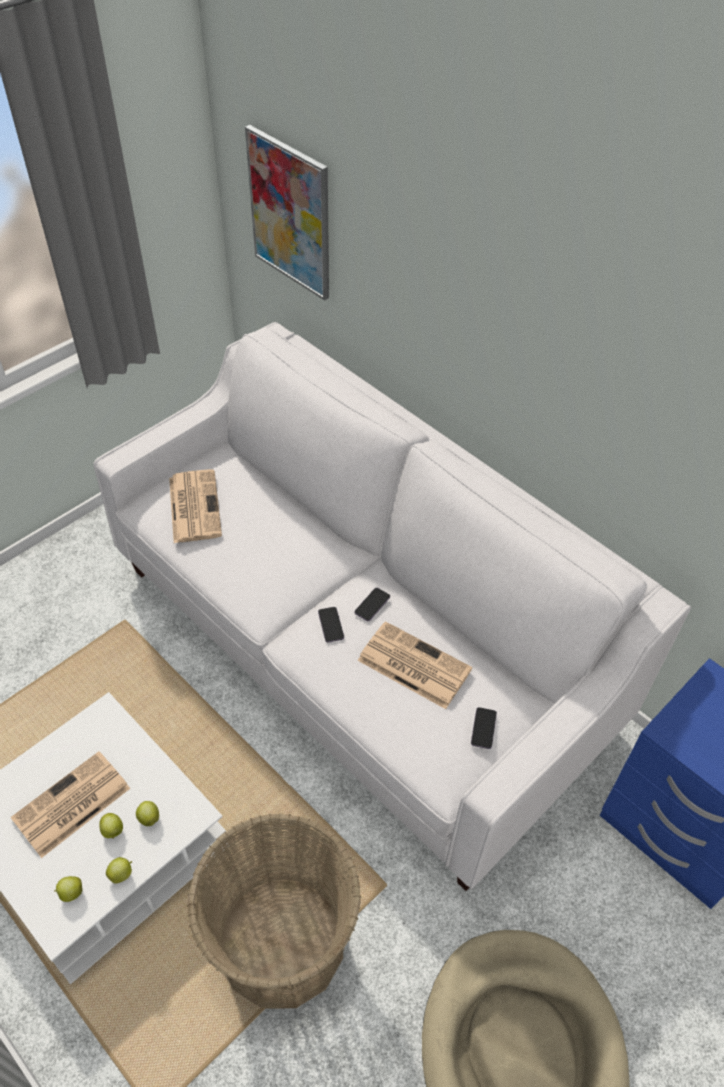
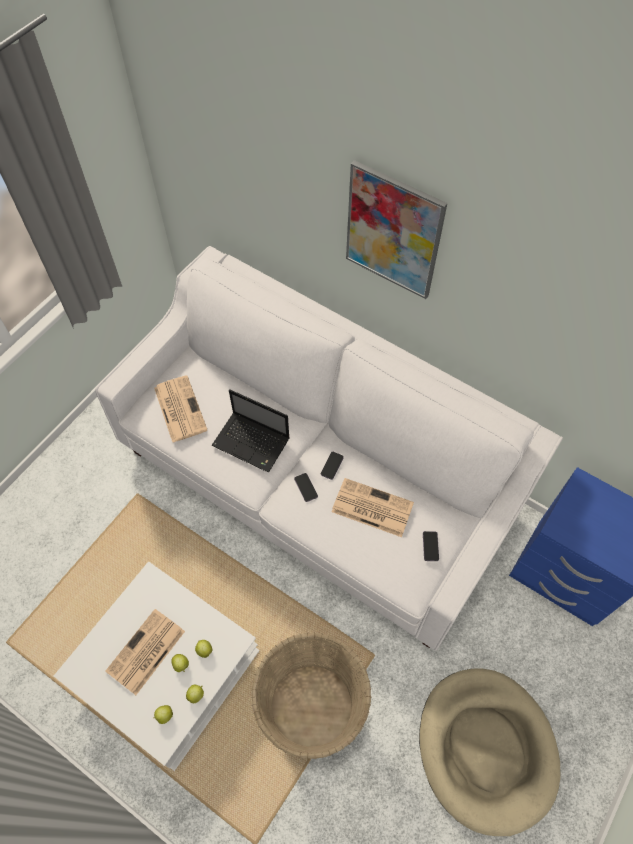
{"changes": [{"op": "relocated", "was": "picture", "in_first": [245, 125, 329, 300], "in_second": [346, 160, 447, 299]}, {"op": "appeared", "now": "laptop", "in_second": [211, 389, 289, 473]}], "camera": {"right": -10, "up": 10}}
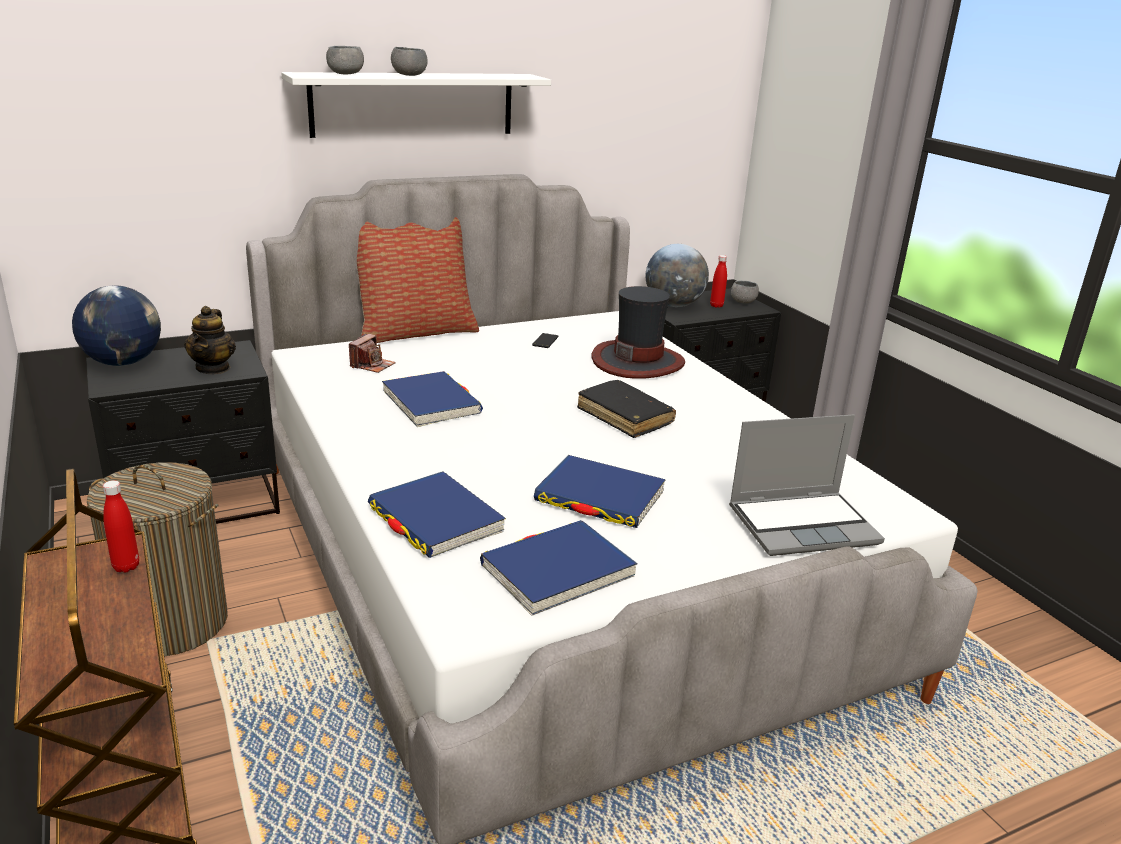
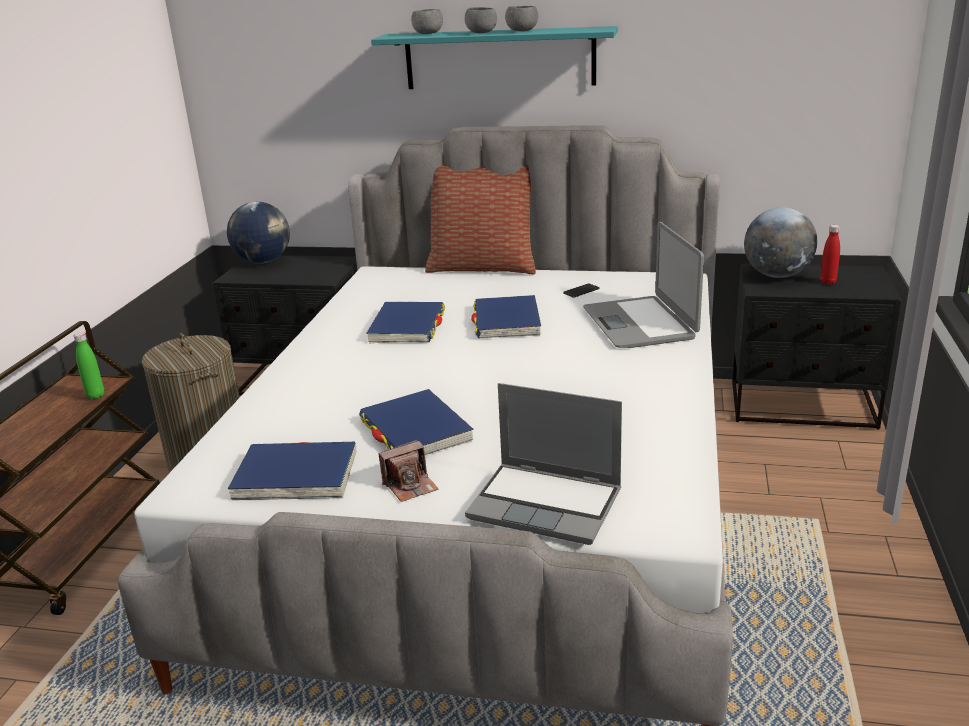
{"changes": [{"op": "colour", "was": "white shelf", "now": "turquoise shelf", "in_first": [281, 72, 551, 138], "in_second": [371, 26, 618, 89]}, {"op": "relocated", "was": "grey bowl", "in_first": [731, 281, 759, 304], "in_second": [505, 6, 538, 31]}, {"op": "exchanged", "was": "hat", "now": "laptop", "in_first": [592, 286, 685, 379], "in_second": [583, 222, 704, 348]}, {"op": "missing", "was": "teapot", "in_first": [184, 306, 236, 374]}, {"op": "relocated", "was": "photo camera", "in_first": [349, 334, 396, 373], "in_second": [379, 440, 439, 502]}, {"op": "missing", "was": "black book", "in_first": [577, 380, 676, 438]}, {"op": "relocated", "was": "blue book", "in_first": [368, 471, 506, 558], "in_second": [471, 295, 541, 338]}, {"op": "colour", "was": "red bottle", "now": "green bottle", "in_first": [103, 481, 139, 573], "in_second": [74, 332, 104, 399]}], "camera": {"right": 40, "up": 0}}
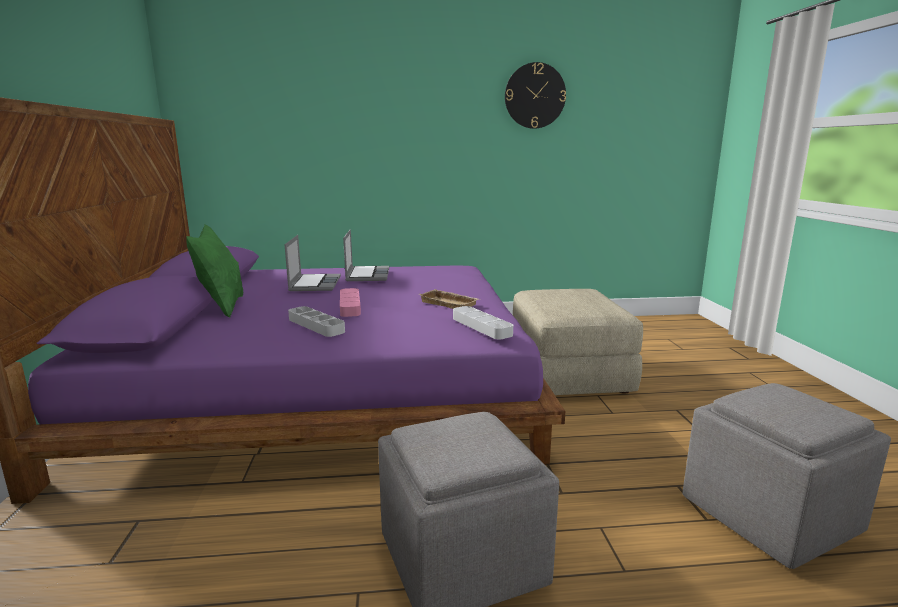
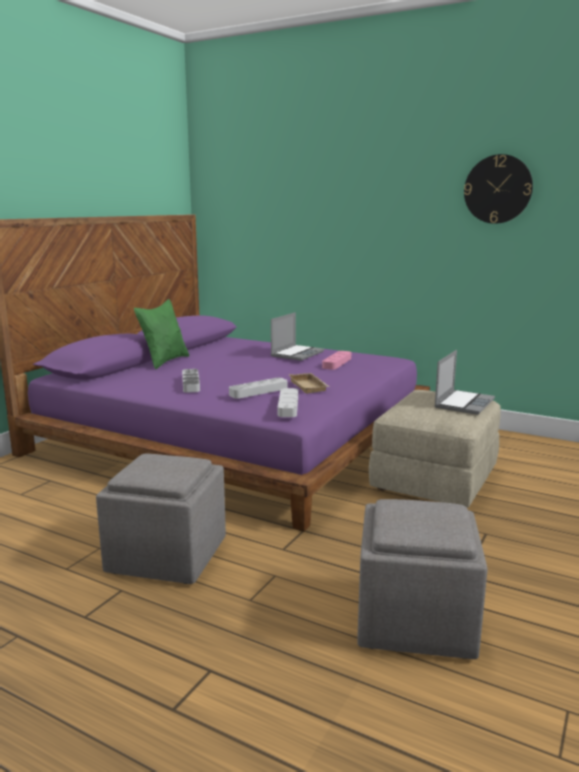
{"changes": [{"op": "relocated", "was": "laptop", "in_first": [285, 235, 341, 291], "in_second": [434, 350, 495, 415]}, {"op": "relocated", "was": "pink tray", "in_first": [340, 288, 361, 317], "in_second": [322, 351, 351, 370]}, {"op": "appeared", "now": "grey tray", "in_second": [229, 378, 287, 399]}], "camera": {"right": 35, "up": 0}}
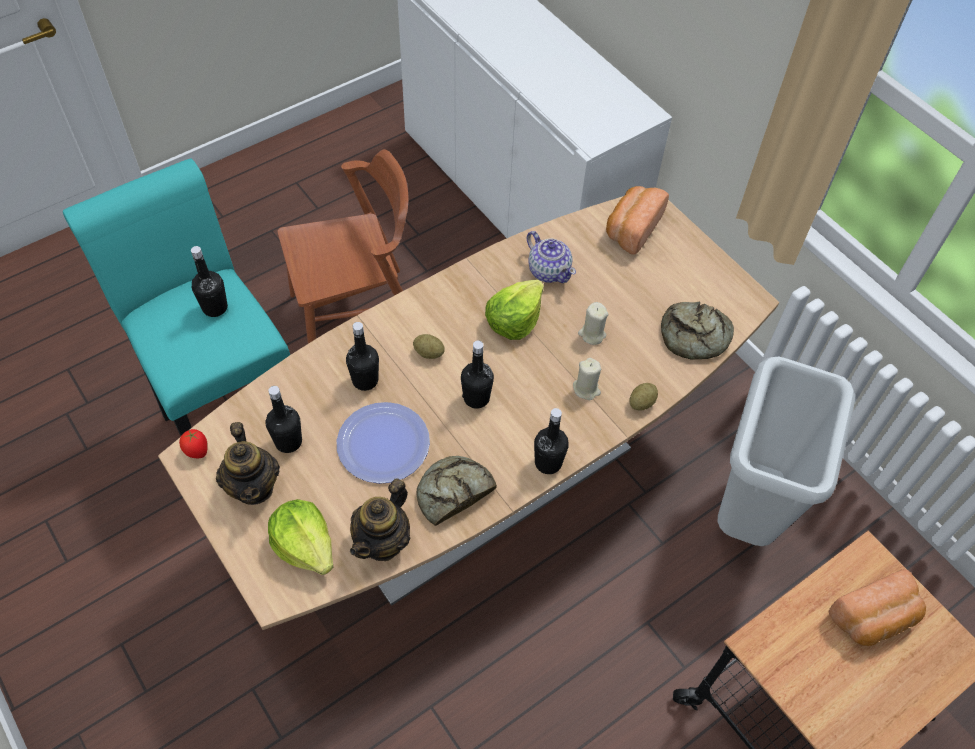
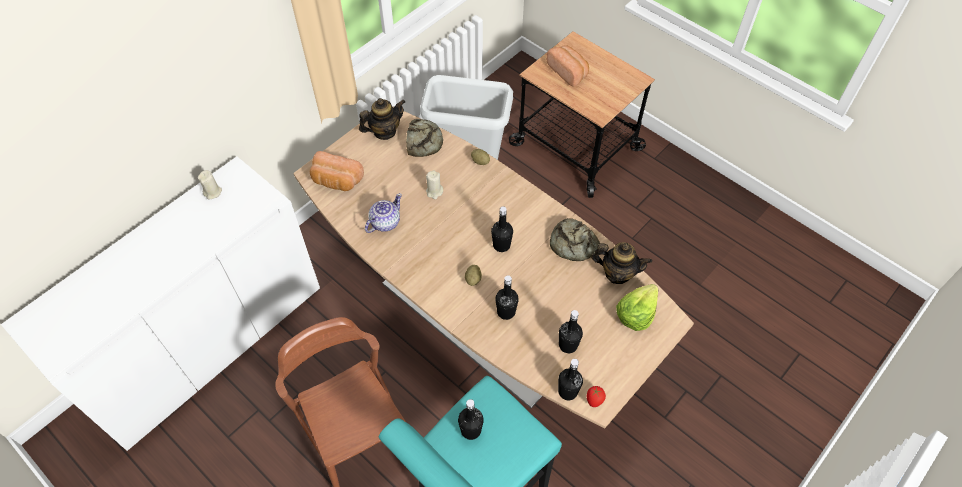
{"changes": [{"op": "missing", "was": "lettuce", "in_first": [485, 280, 544, 340]}, {"op": "relocated", "was": "beige candle", "in_first": [573, 358, 601, 400], "in_second": [198, 170, 222, 199]}, {"op": "missing", "was": "plate", "in_first": [337, 402, 430, 484]}, {"op": "relocated", "was": "black bottle", "in_first": [534, 408, 569, 474], "in_second": [558, 359, 583, 400]}, {"op": "relocated", "was": "teapot", "in_first": [216, 422, 280, 505], "in_second": [359, 98, 405, 140]}], "camera": {"right": -100, "up": 0}}
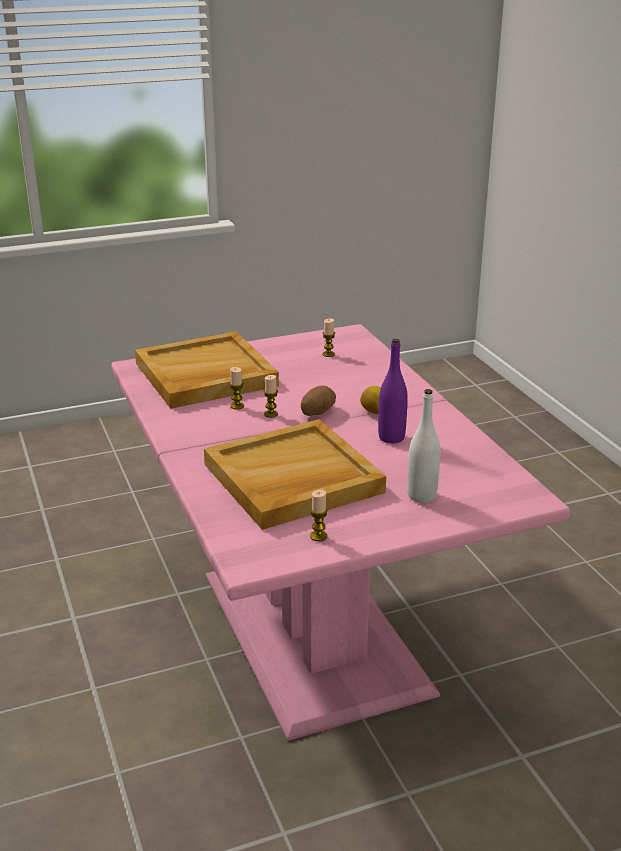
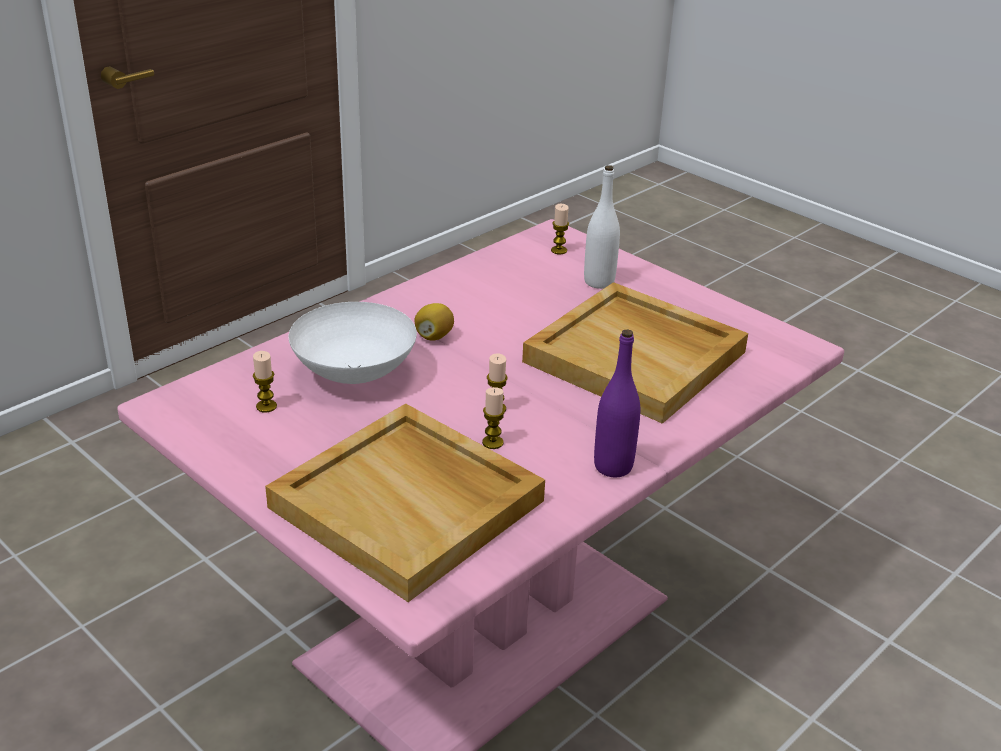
{"changes": [{"op": "relocated", "was": "purple bottle", "in_first": [378, 339, 408, 443], "in_second": [594, 329, 640, 477]}, {"op": "missing", "was": "potato", "in_first": [301, 385, 336, 416]}, {"op": "relocated", "was": "candle", "in_first": [310, 490, 328, 541], "in_second": [551, 204, 569, 254]}, {"op": "appeared", "now": "white bowl", "in_second": [289, 302, 417, 384]}], "camera": {"right": -115, "up": 5}}
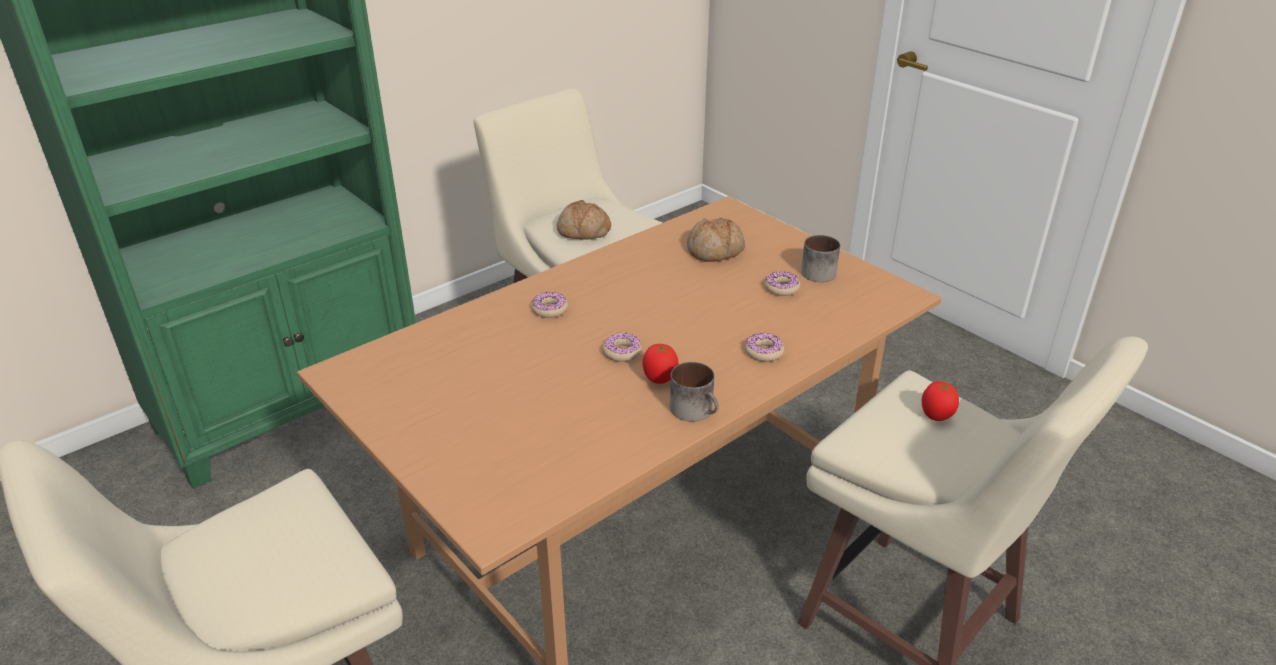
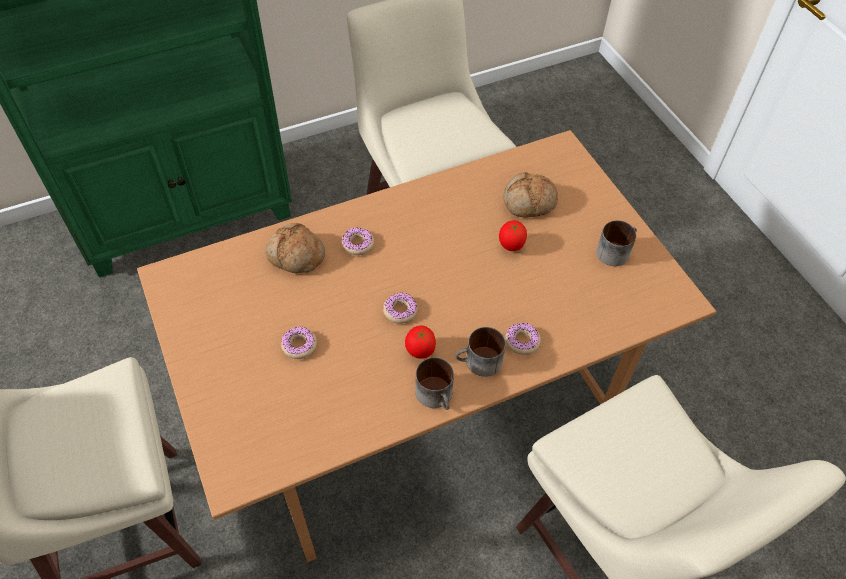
{"changes": [{"op": "relocated", "was": "bread", "in_first": [557, 200, 611, 240], "in_second": [265, 223, 325, 273]}, {"op": "relocated", "was": "donut", "in_first": [765, 271, 800, 296], "in_second": [281, 326, 317, 359]}, {"op": "relocated", "was": "tomato", "in_first": [922, 381, 959, 421], "in_second": [499, 220, 527, 251]}, {"op": "appeared", "now": "mug", "in_second": [455, 327, 506, 377]}], "camera": {"right": 15, "up": 20}}
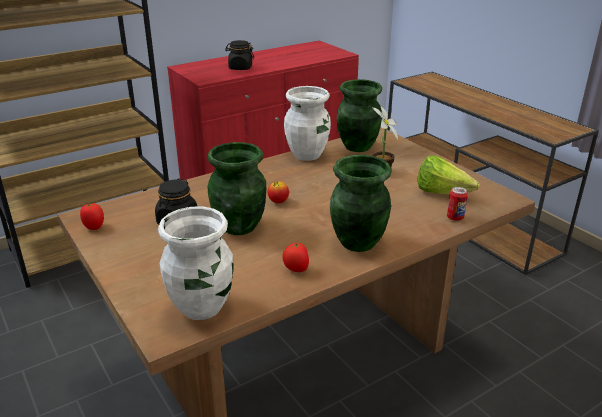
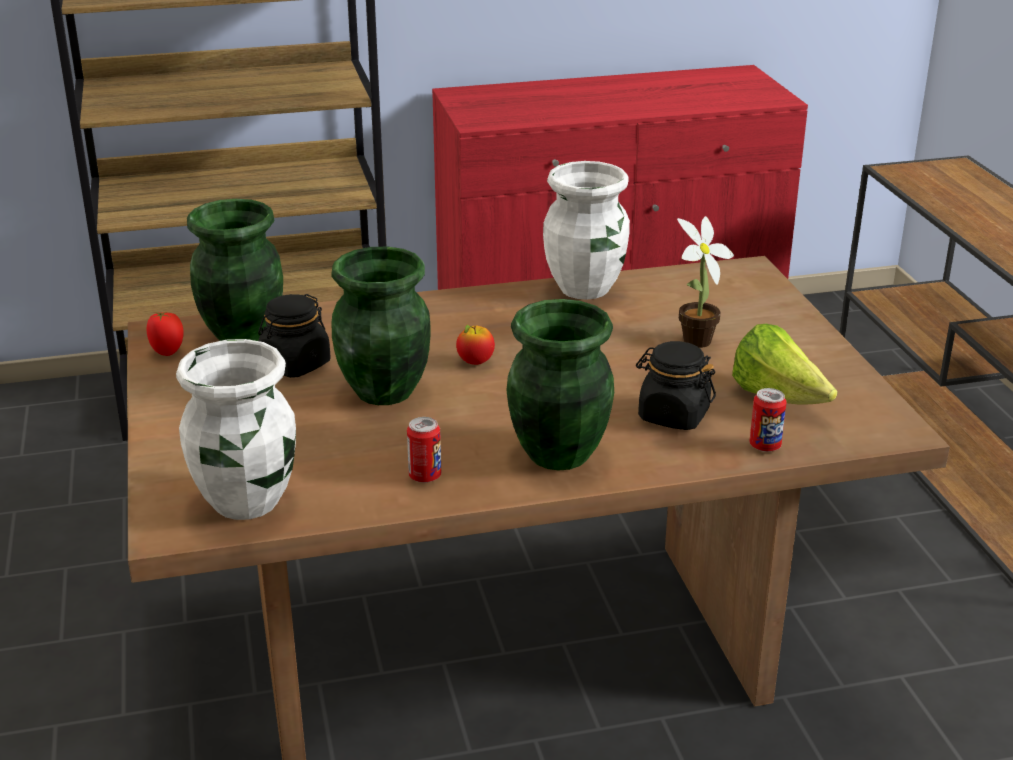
{"changes": [{"op": "relocated", "was": "black jar", "in_first": [225, 40, 254, 70], "in_second": [636, 341, 716, 430]}, {"op": "relocated", "was": "green vase", "in_first": [337, 79, 382, 152], "in_second": [187, 199, 283, 341]}, {"op": "exchanged", "was": "tomato", "now": "can", "in_first": [282, 243, 309, 272], "in_second": [407, 417, 441, 483]}], "camera": {"right": 20, "up": 0}}
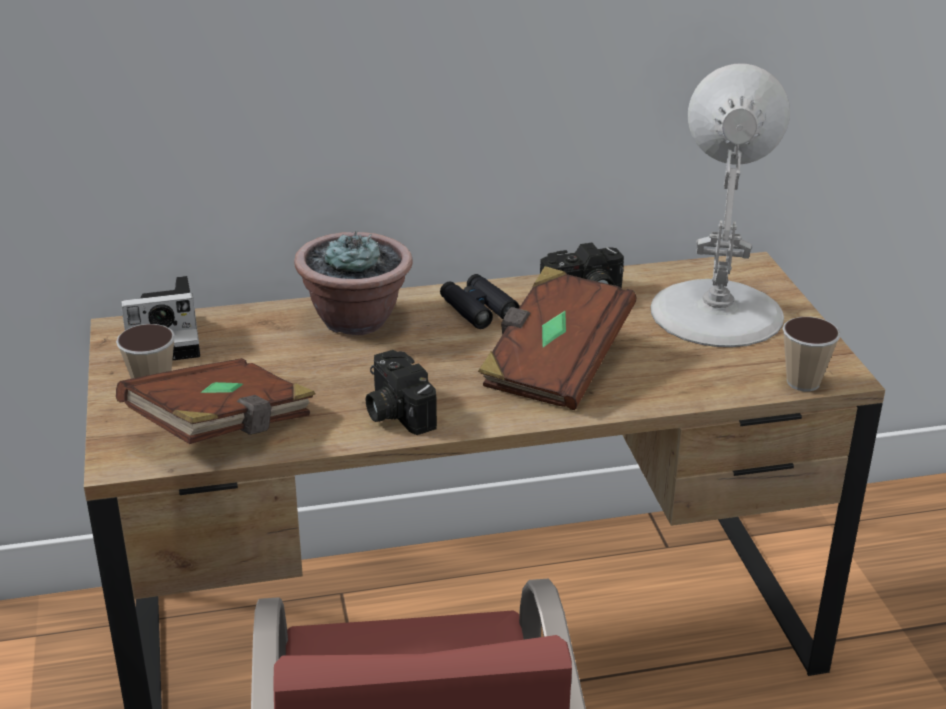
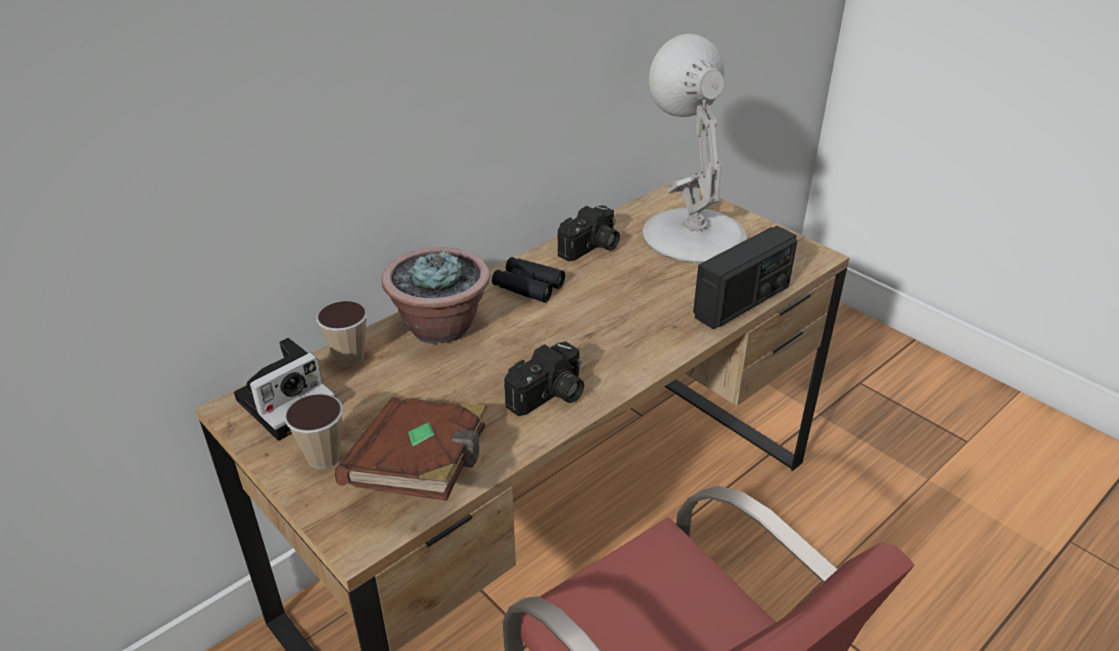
{"changes": [{"op": "missing", "was": "brown book", "in_first": [478, 266, 636, 410]}, {"op": "relocated", "was": "cup", "in_first": [782, 317, 841, 391], "in_second": [316, 301, 368, 367]}, {"op": "spun", "was": "photo camera", "in_first": [366, 350, 437, 435], "in_second": [504, 341, 584, 416], "clockwise": -75}, {"op": "appeared", "now": "radio", "in_second": [693, 226, 797, 329]}], "camera": {"right": -30, "up": 5}}
